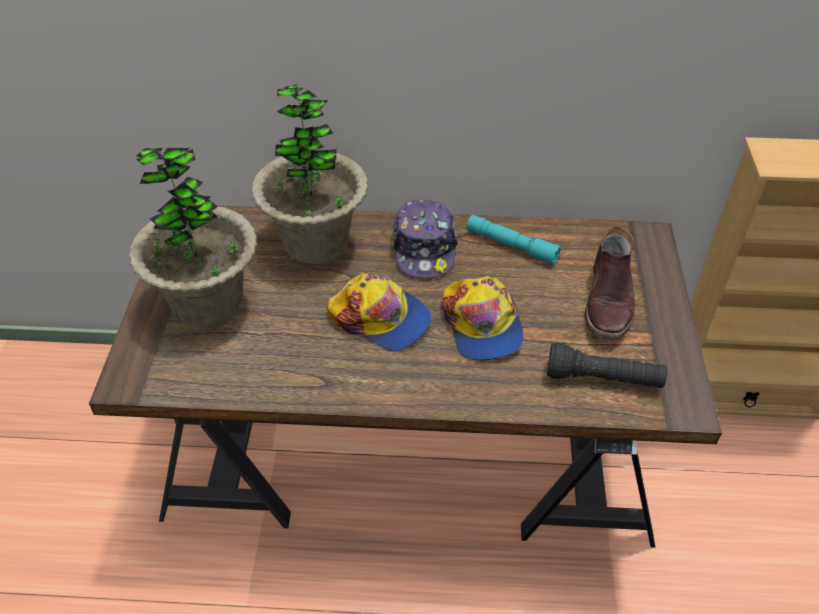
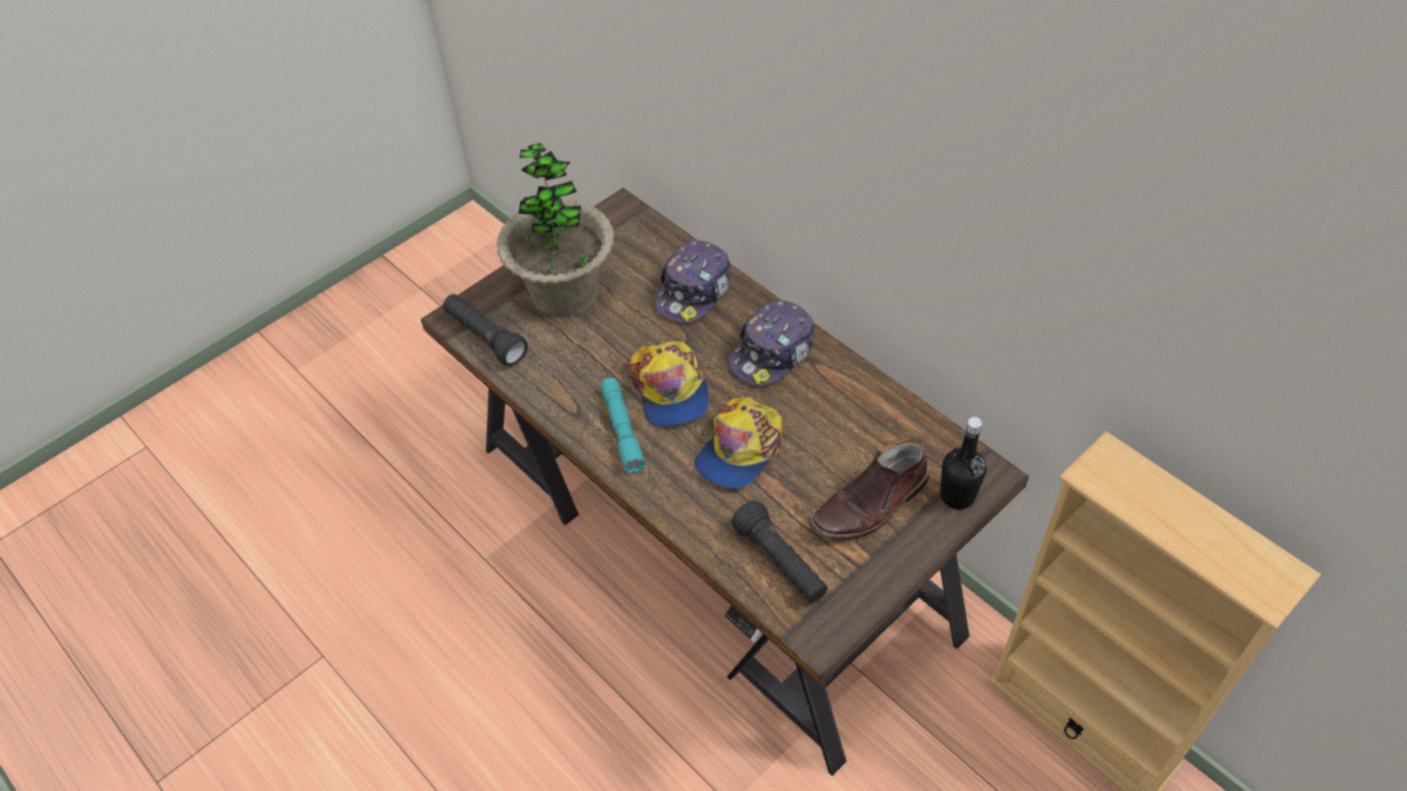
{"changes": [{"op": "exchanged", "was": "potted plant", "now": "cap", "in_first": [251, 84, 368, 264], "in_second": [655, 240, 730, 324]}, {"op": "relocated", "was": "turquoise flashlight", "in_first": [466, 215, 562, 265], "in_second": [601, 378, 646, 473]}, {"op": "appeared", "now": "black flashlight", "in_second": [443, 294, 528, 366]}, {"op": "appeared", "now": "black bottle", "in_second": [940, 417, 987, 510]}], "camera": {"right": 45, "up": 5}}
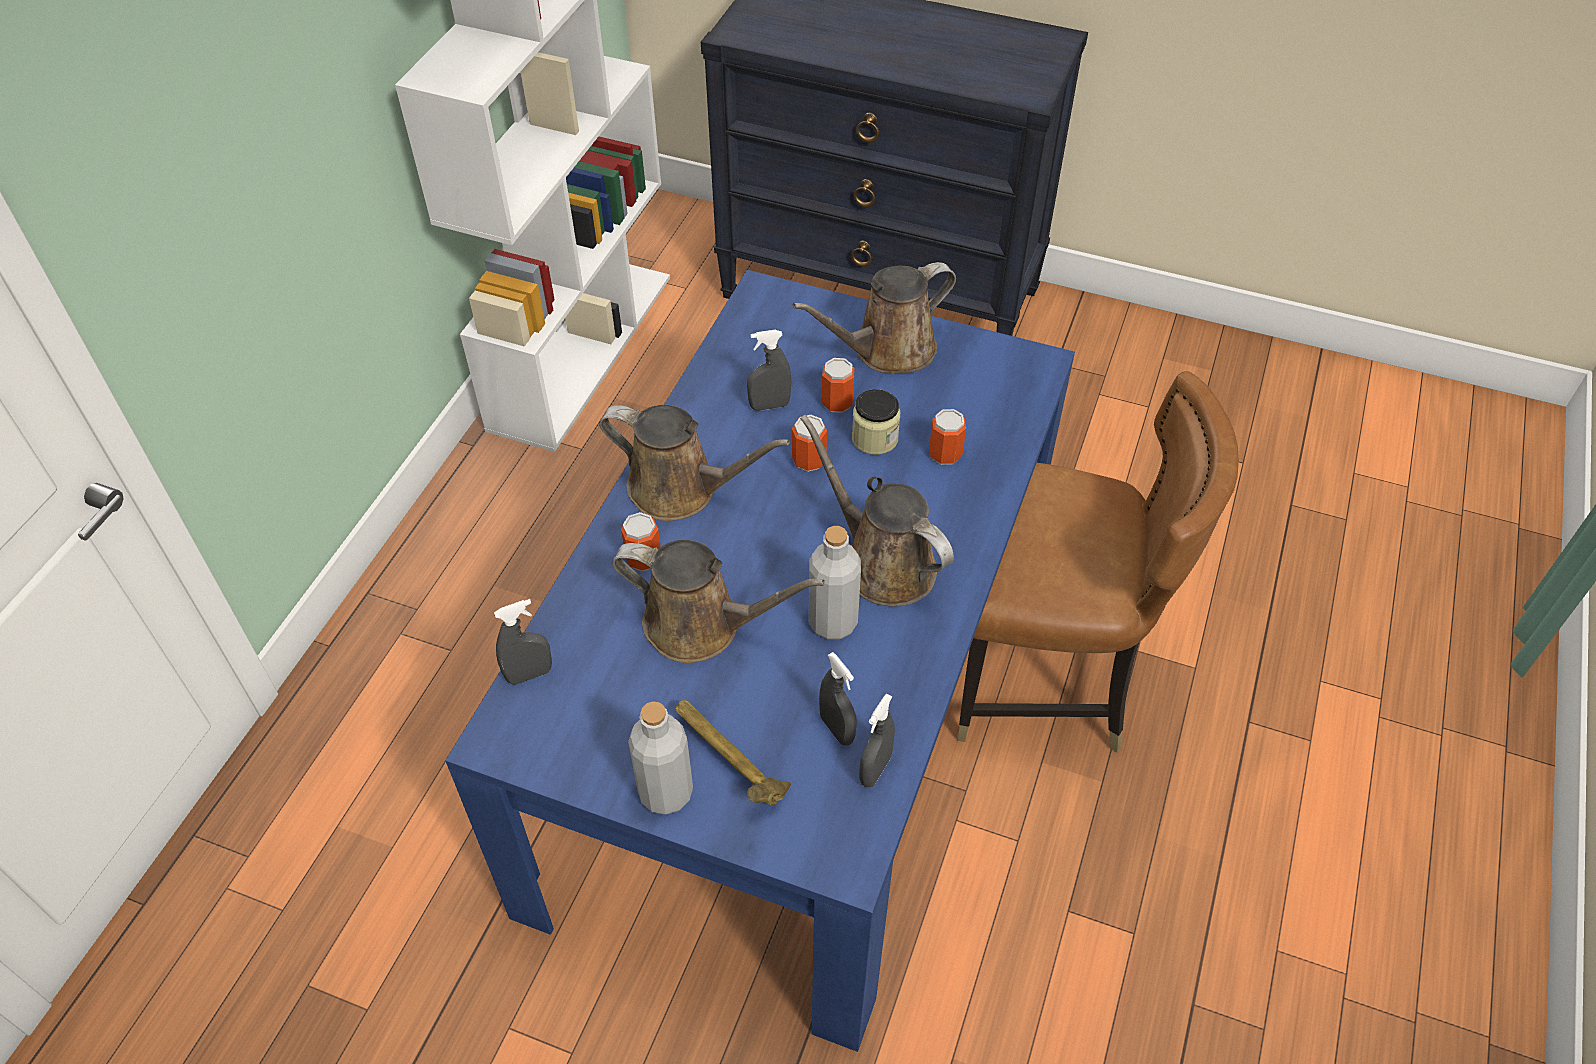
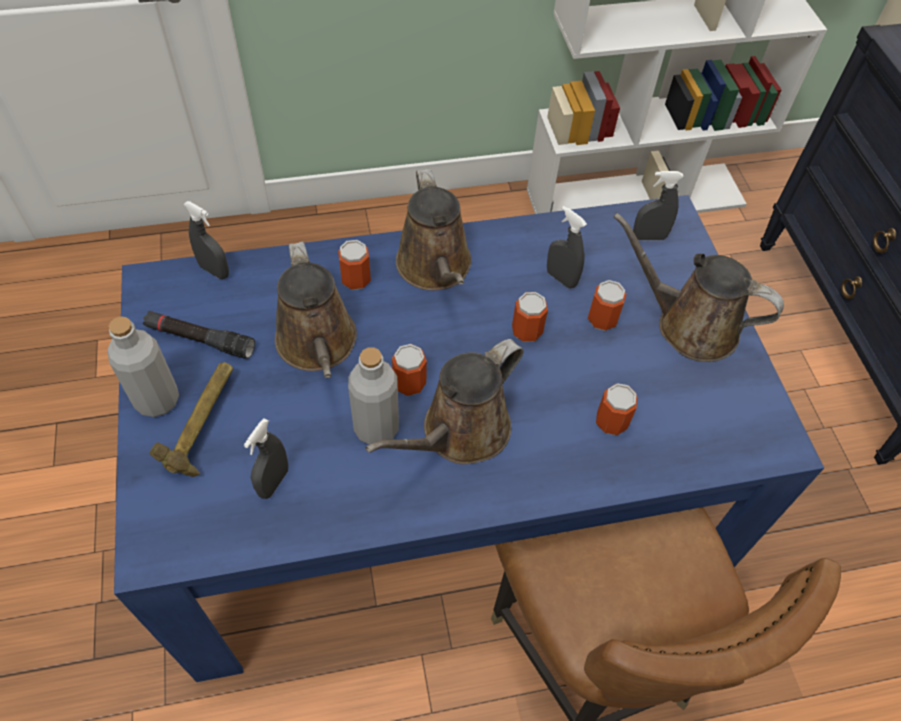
{"changes": [{"op": "missing", "was": "jar", "in_first": [852, 389, 900, 455]}, {"op": "spun", "was": "brown watering can", "in_first": [800, 415, 954, 607], "in_second": [365, 339, 524, 464], "clockwise": -150}, {"op": "relocated", "was": "grey spray bottle", "in_first": [859, 693, 895, 788], "in_second": [633, 171, 683, 240]}, {"op": "appeared", "now": "black flashlight", "in_second": [143, 311, 255, 359]}, {"op": "appeared", "now": "can", "in_second": [392, 344, 427, 396]}], "camera": {"right": 55, "up": 5}}
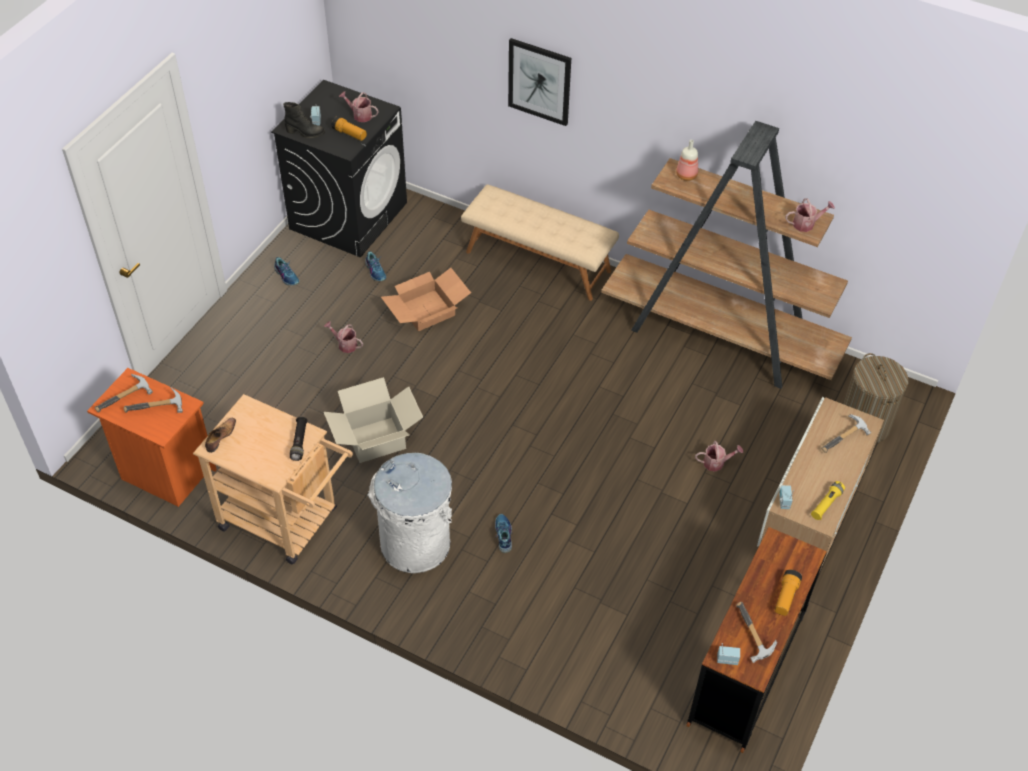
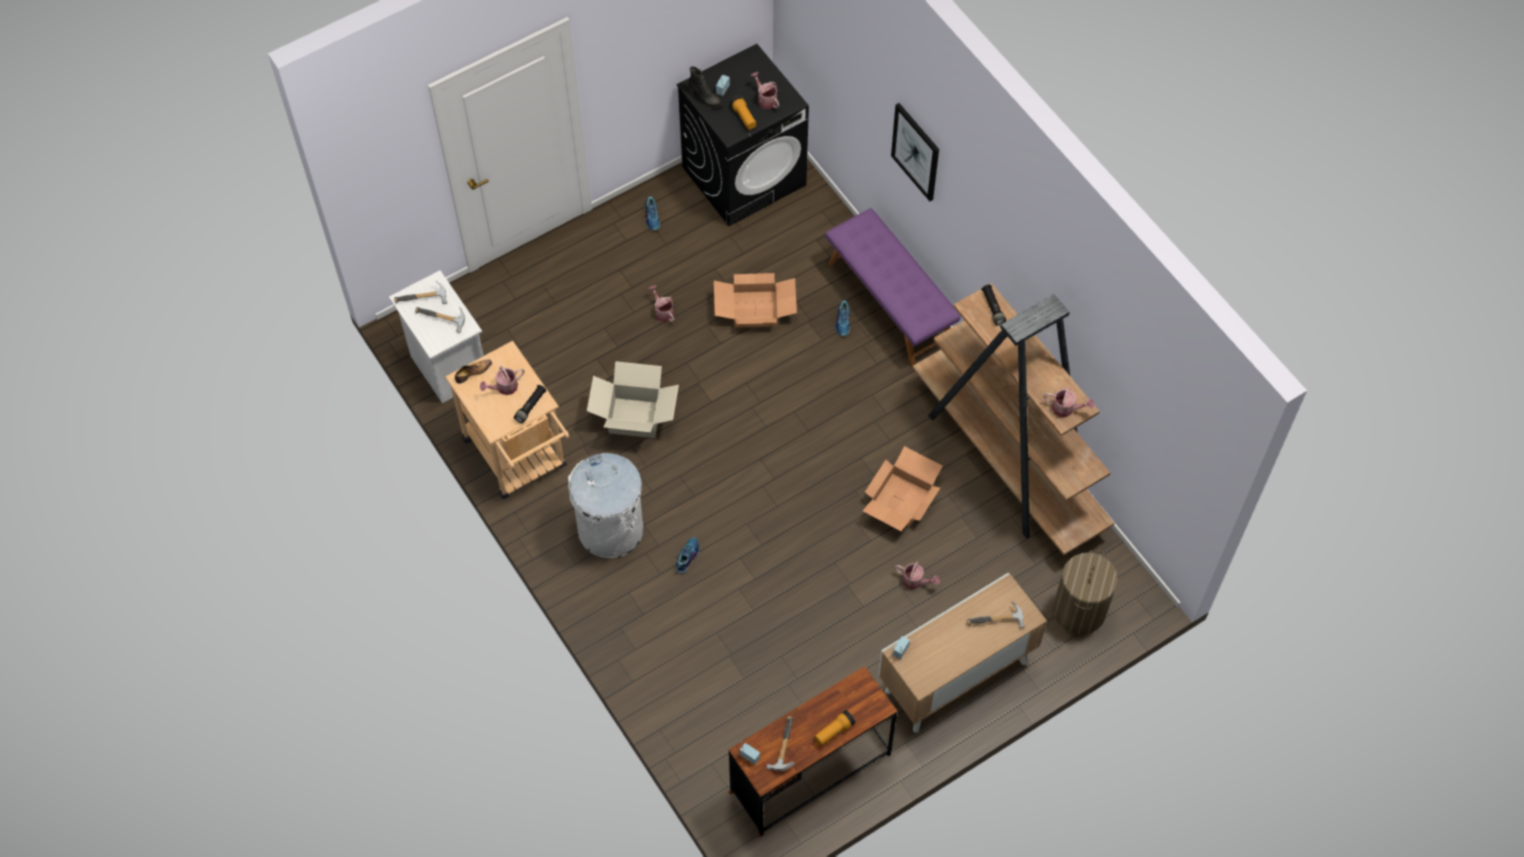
{"changes": [{"op": "exchanged", "was": "bottle", "now": "black flashlight", "in_first": [676, 140, 698, 181], "in_second": [981, 285, 1006, 326]}, {"op": "colour", "was": "beige bench", "now": "purple bench", "in_first": [461, 184, 619, 301], "in_second": [825, 208, 961, 367]}, {"op": "relocated", "was": "shoe", "in_first": [365, 251, 386, 281], "in_second": [835, 299, 852, 336]}, {"op": "colour", "was": "orange nightstand", "now": "white nightstand", "in_first": [87, 368, 217, 507], "in_second": [389, 270, 484, 403]}, {"op": "missing", "was": "yellow flashlight", "in_first": [811, 481, 845, 520]}, {"op": "appeared", "now": "watering can", "in_second": [480, 366, 524, 395]}, {"op": "appeared", "now": "cardboard box", "in_second": [863, 446, 942, 531]}], "camera": {"right": 30, "up": 10}}
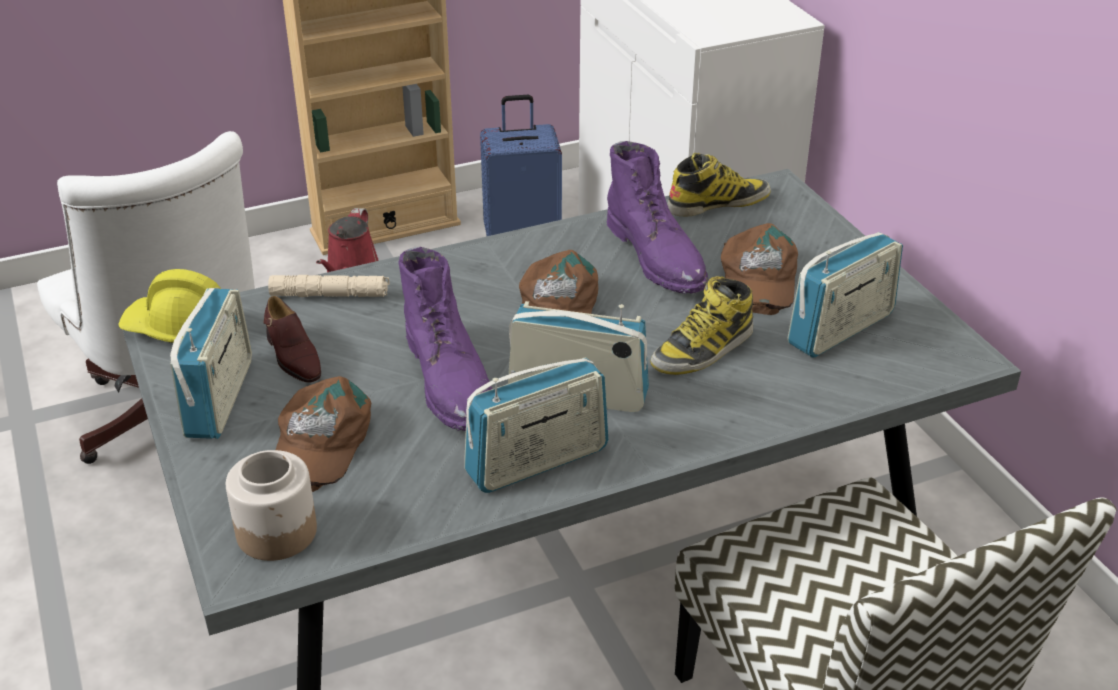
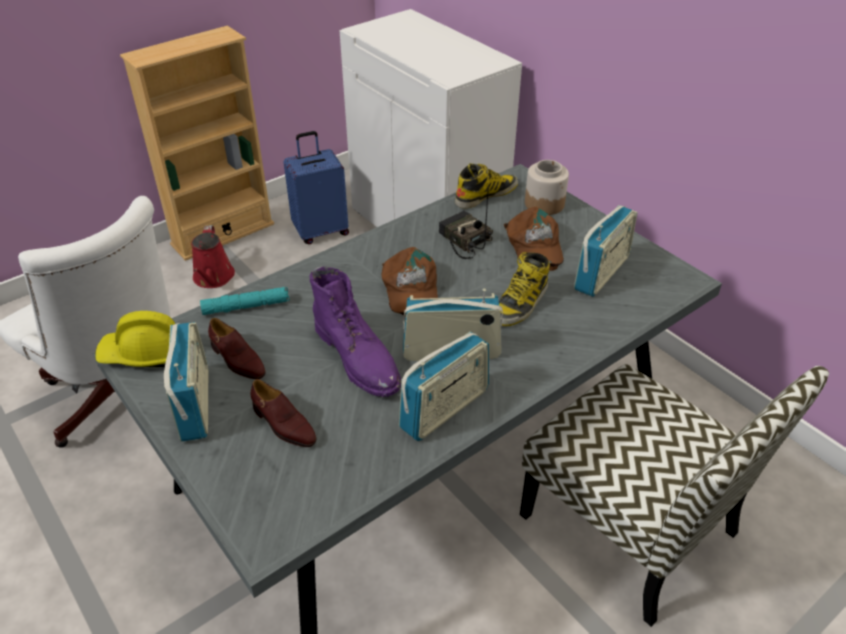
{"changes": [{"op": "exchanged", "was": "purple boot", "now": "radio", "in_first": [606, 141, 709, 294], "in_second": [439, 187, 493, 259]}, {"op": "colour", "was": "beige flashlight", "now": "turquoise flashlight", "in_first": [268, 275, 390, 298], "in_second": [200, 287, 290, 315]}, {"op": "exchanged", "was": "brown cap", "now": "brown shoe", "in_first": [276, 376, 372, 492], "in_second": [250, 379, 317, 447]}, {"op": "relocated", "was": "jar", "in_first": [226, 450, 317, 561], "in_second": [525, 160, 569, 215]}], "camera": {"right": -15, "up": 5}}
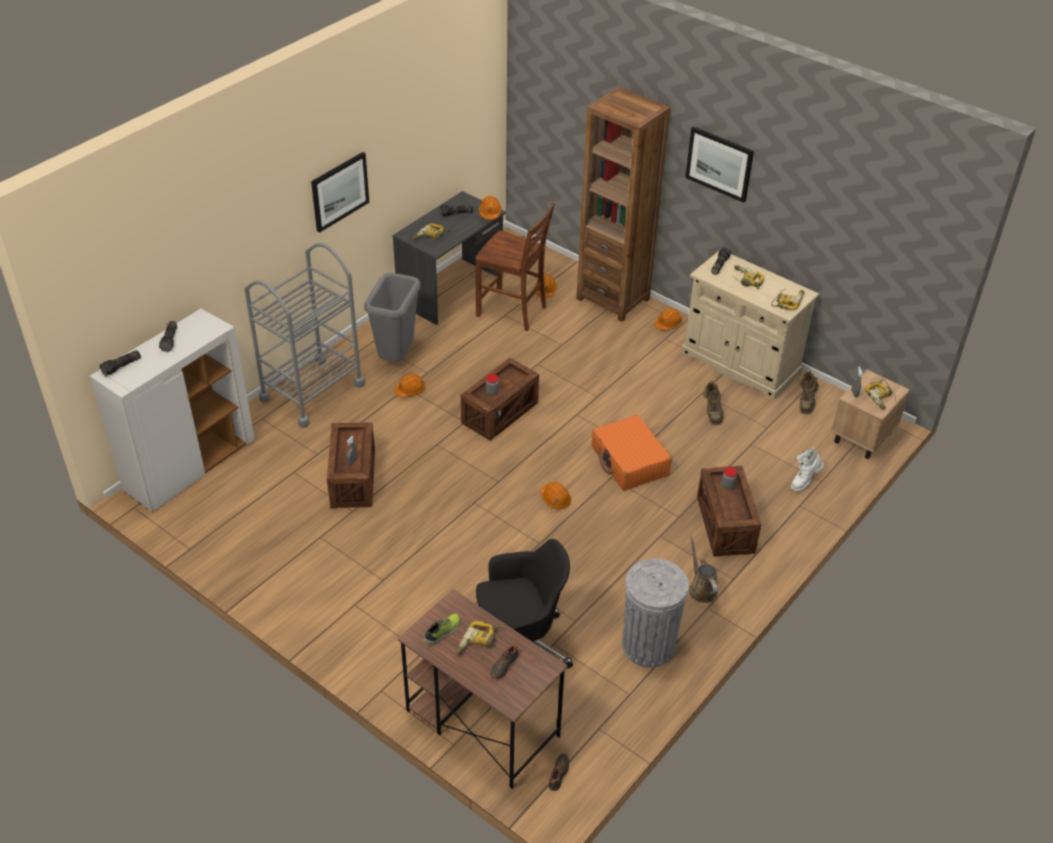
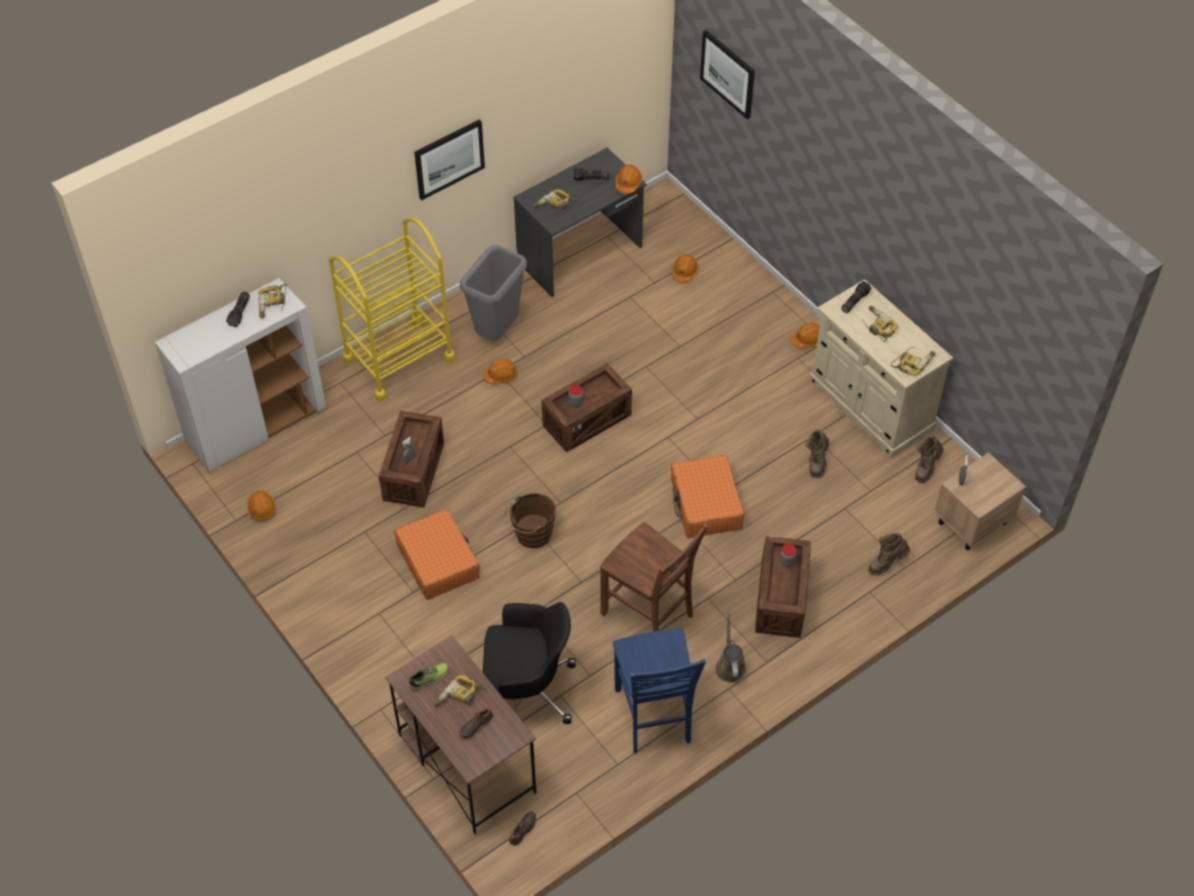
{"changes": [{"op": "missing", "was": "brown bookcase", "in_first": [576, 87, 670, 322]}, {"op": "relocated", "was": "picture", "in_first": [685, 127, 754, 203], "in_second": [700, 30, 755, 119]}, {"op": "relocated", "was": "brown chair", "in_first": [475, 202, 555, 331], "in_second": [600, 522, 708, 632]}, {"op": "colour", "was": "grey cart", "now": "yellow cart", "in_first": [244, 243, 365, 428], "in_second": [329, 217, 456, 402]}, {"op": "missing", "was": "flashlight", "in_first": [100, 350, 141, 376]}, {"op": "relocated", "was": "power drill", "in_first": [865, 379, 896, 410], "in_second": [258, 284, 287, 318]}, {"op": "colour", "was": "white boot", "now": "brown boot", "in_first": [791, 448, 824, 491], "in_second": [868, 532, 910, 575]}, {"op": "relocated", "was": "orange hard hat", "in_first": [540, 482, 571, 509], "in_second": [247, 491, 276, 521]}, {"op": "exchanged", "was": "grey trash can", "now": "blue chair", "in_first": [622, 558, 689, 668], "in_second": [613, 628, 706, 754]}, {"op": "appeared", "now": "brown bucket", "in_second": [505, 493, 556, 548]}, {"op": "appeared", "now": "orange suitcase", "in_second": [394, 509, 480, 600]}], "camera": {"right": 15, "up": 10}}
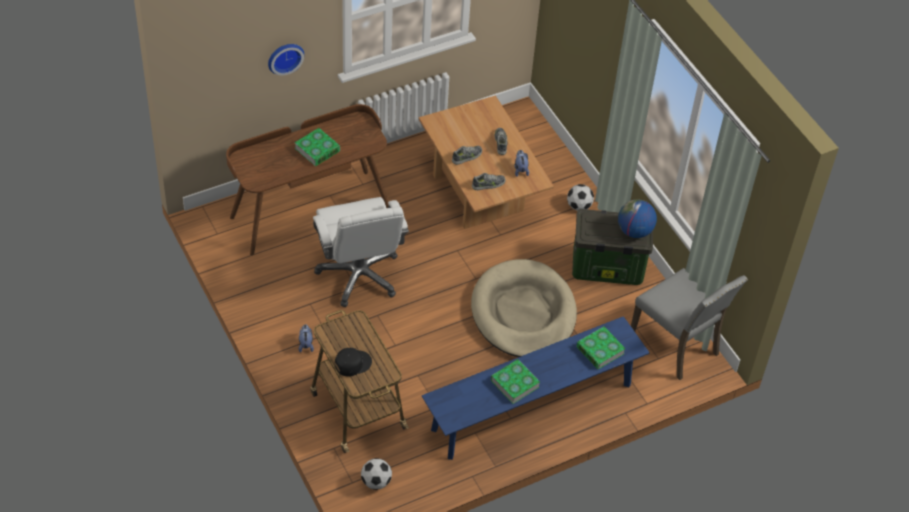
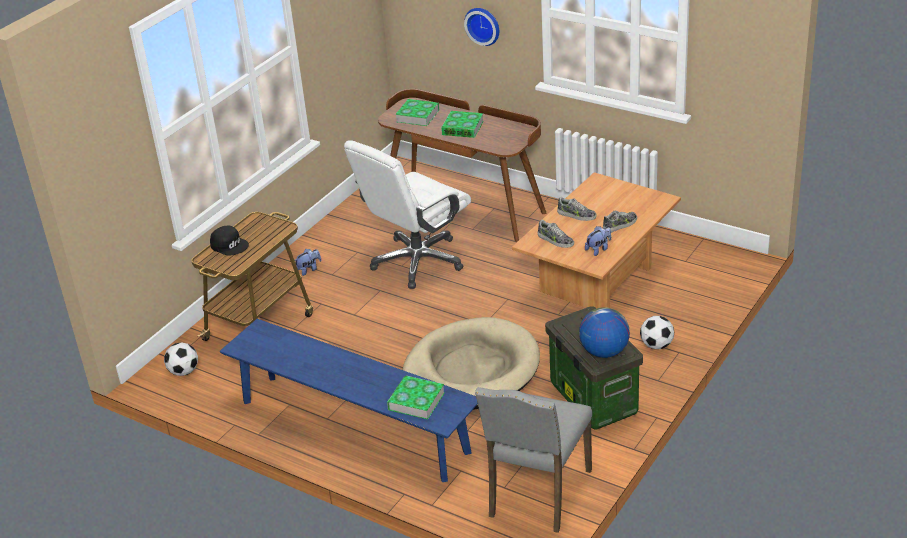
{"changes": [{"op": "relocated", "was": "book", "in_first": [491, 359, 540, 404], "in_second": [395, 99, 439, 126]}], "camera": {"right": 65, "up": -15}}
